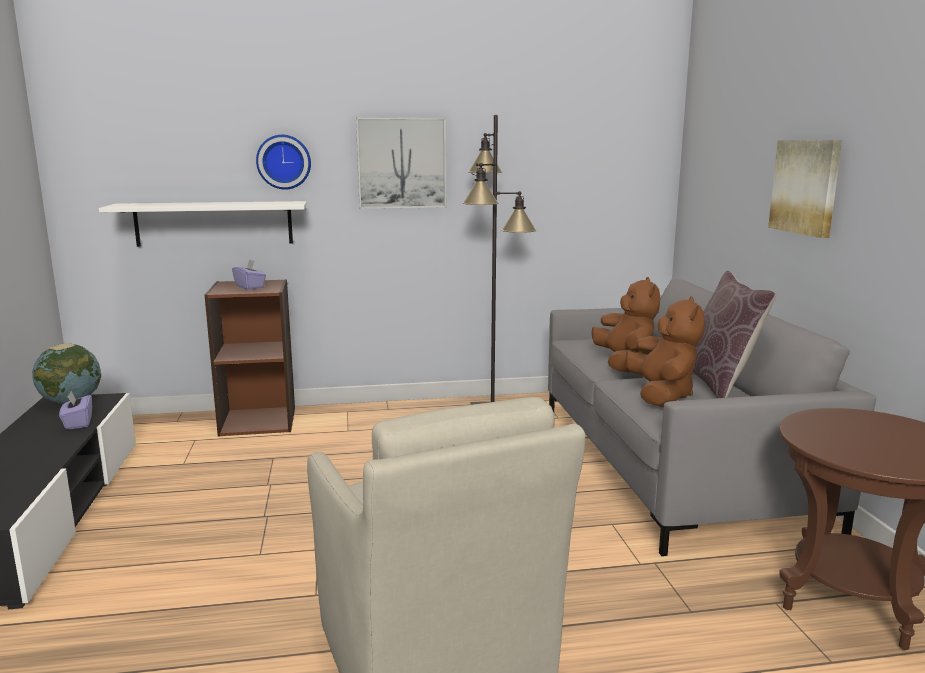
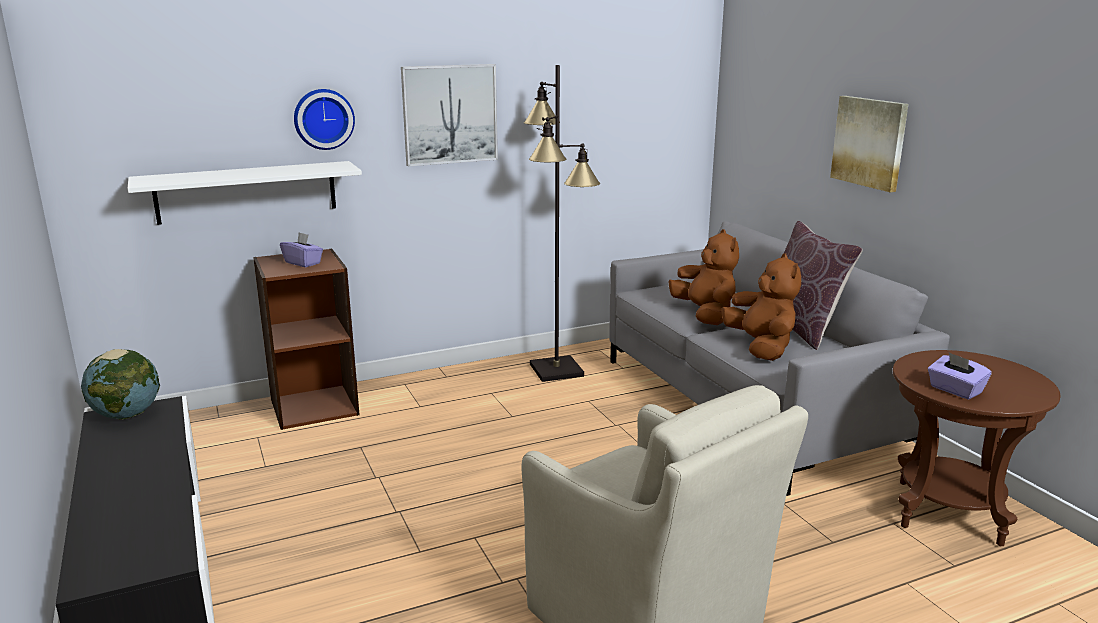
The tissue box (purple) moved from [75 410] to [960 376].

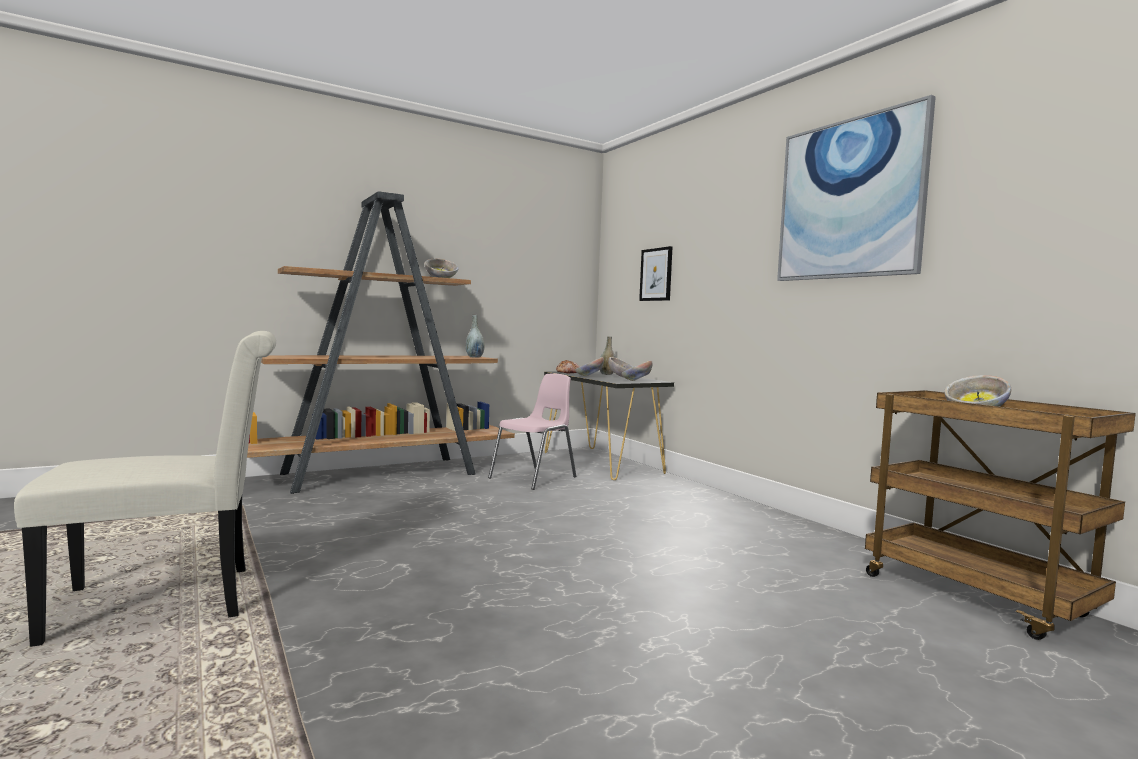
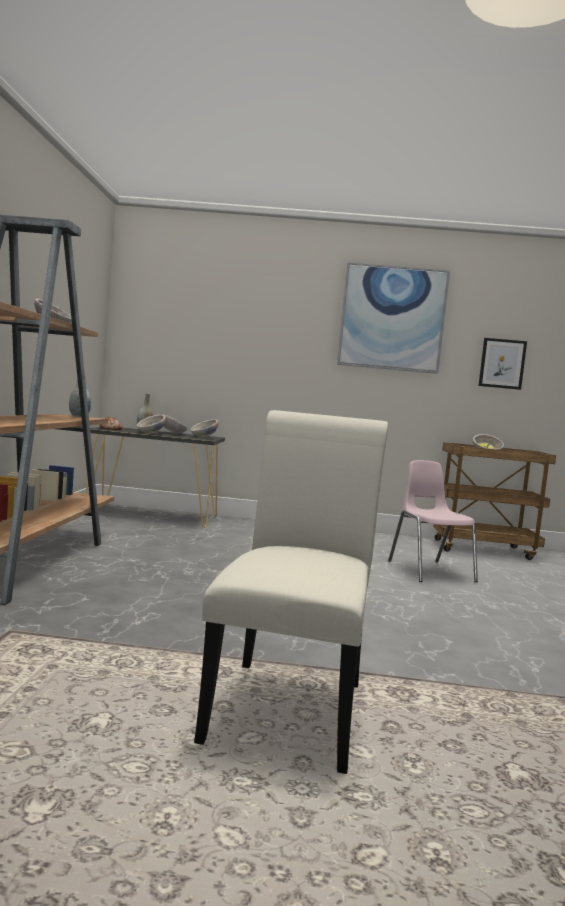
The chair (pink) moved from [532 431] to [433 521].
The picture moved from [656 273] to [502 364].

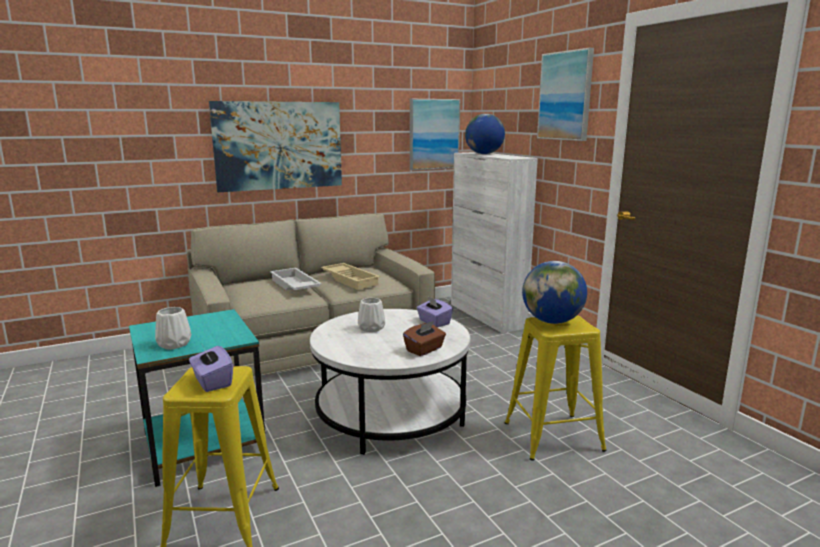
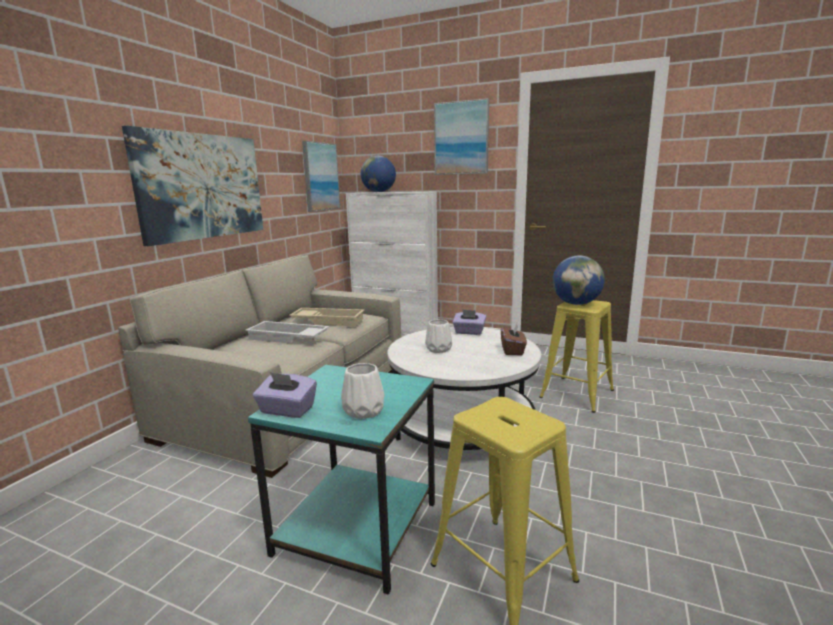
The tissue box (purple) moved from [211 368] to [285 395].

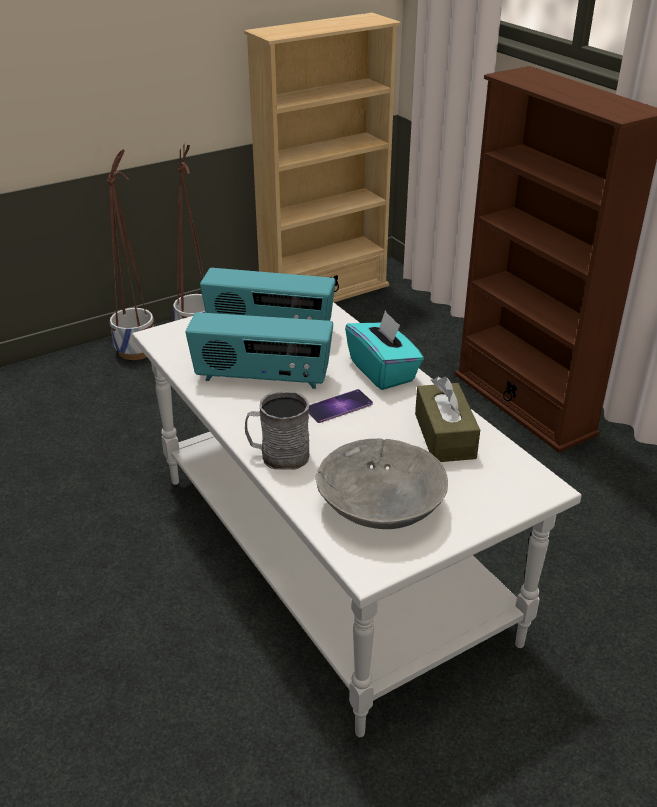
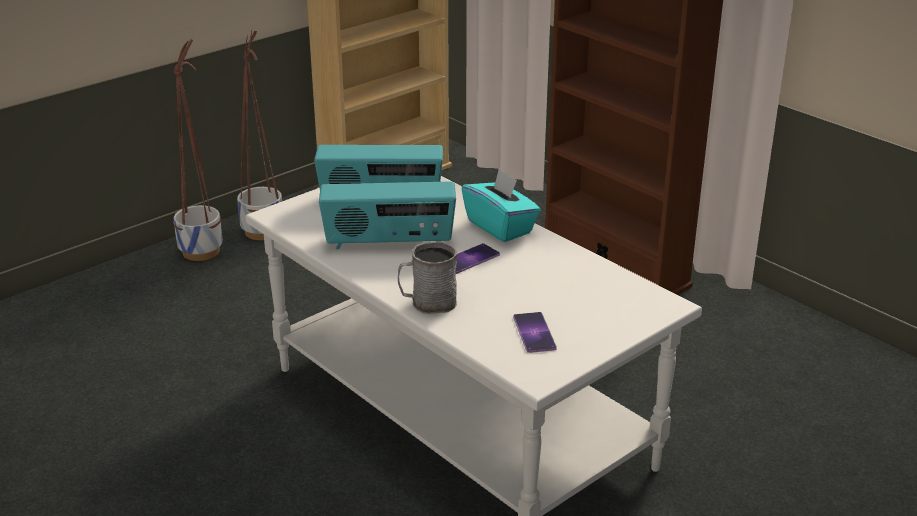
The bowl (grey) at [382 483] was replaced by the phone at [535 332].
The tissue box (brown) at [447 419] disappeared.

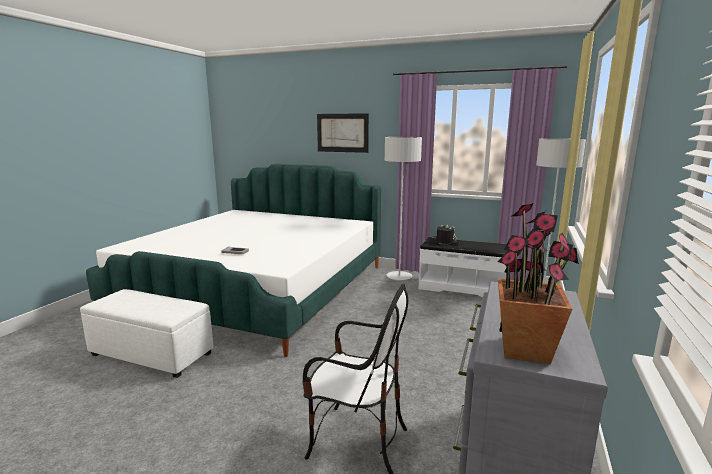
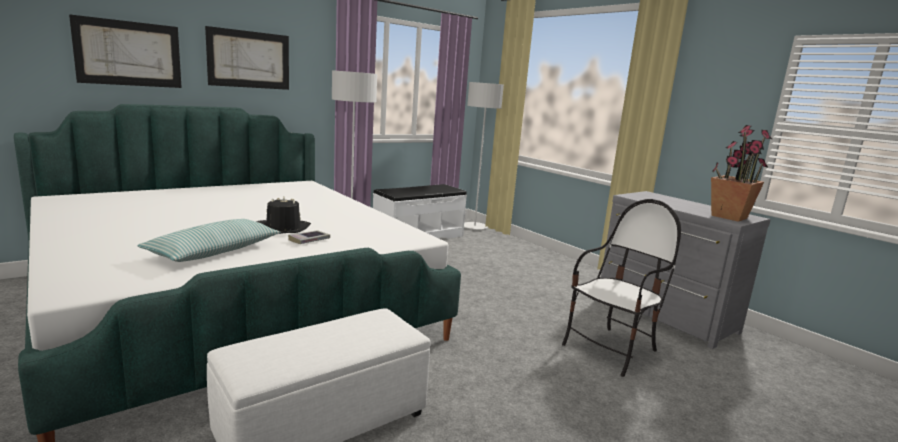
The picture at [125 51] appeared.
The pillow at [209 240] appeared.
The hat (black) moved from [445 235] to [284 215].

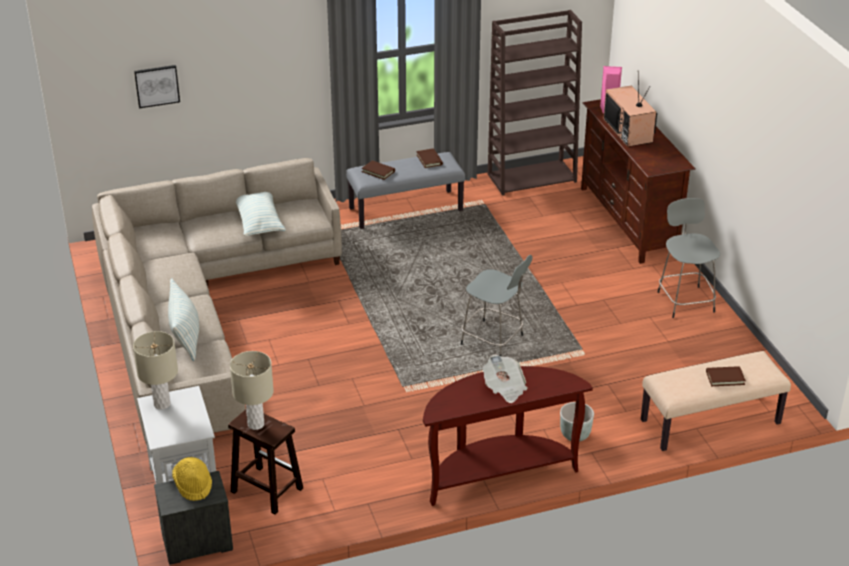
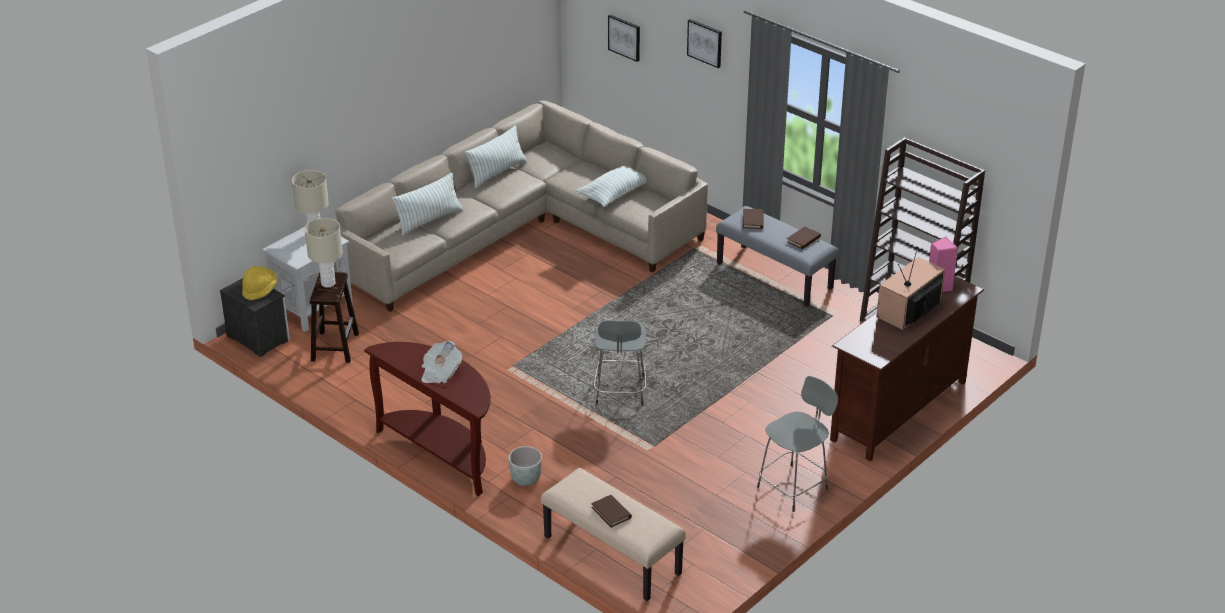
The pillow at [496 157] appeared.
The picture at [704 43] appeared.

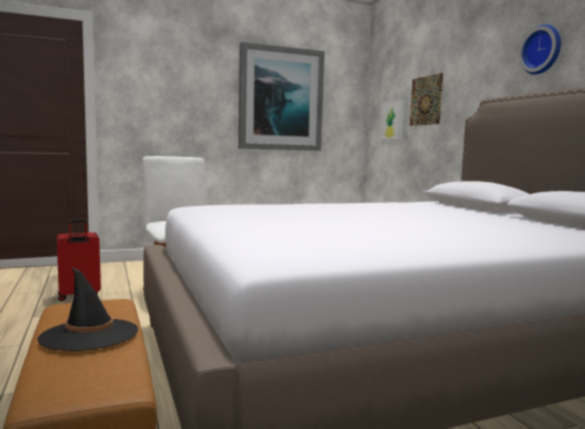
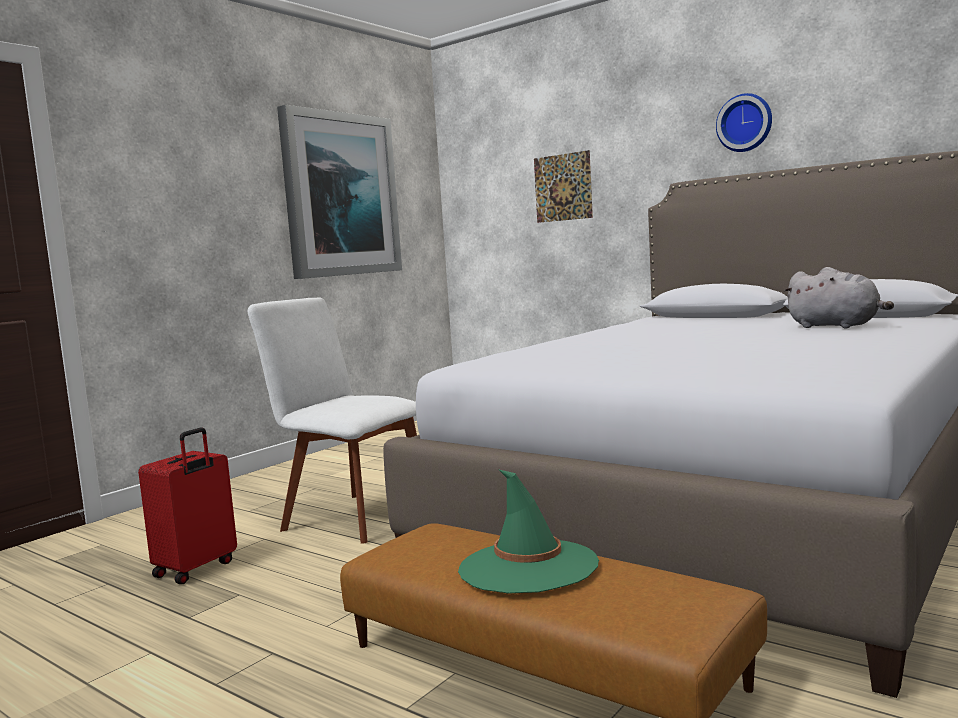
The hat (black) at [88 309] became the hat (green) at [528 531].
The plush toy (grey) at [839 297] appeared.
The picture at [392 119] disappeared.

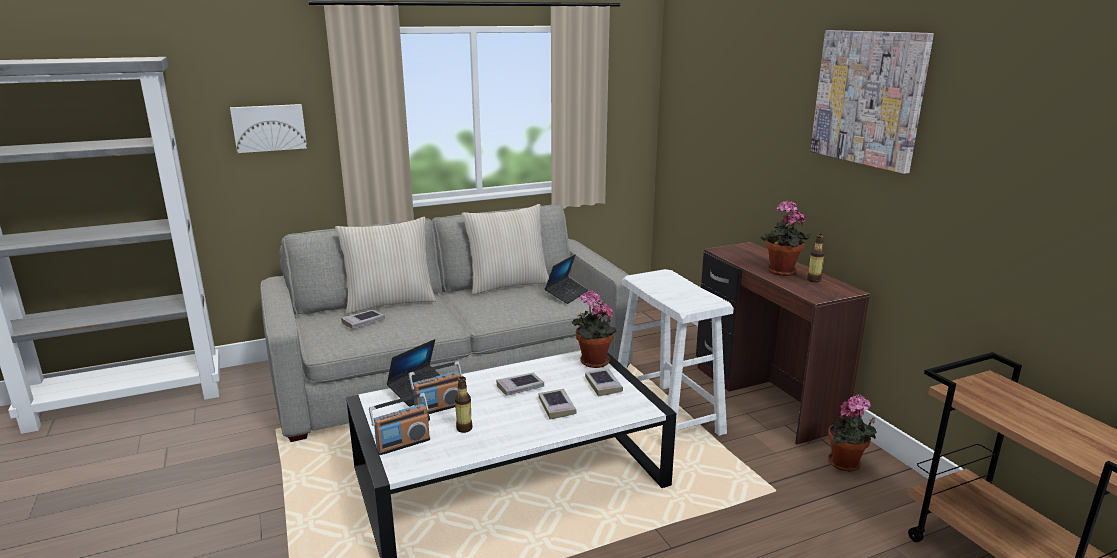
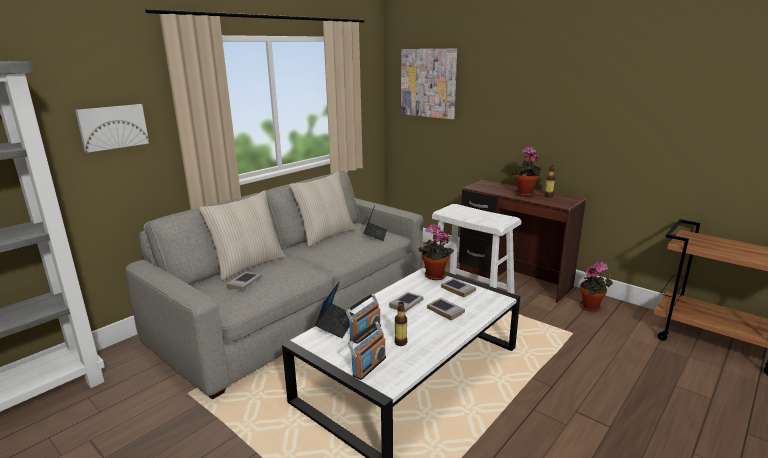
The picture moved from [872 102] to [429 84].

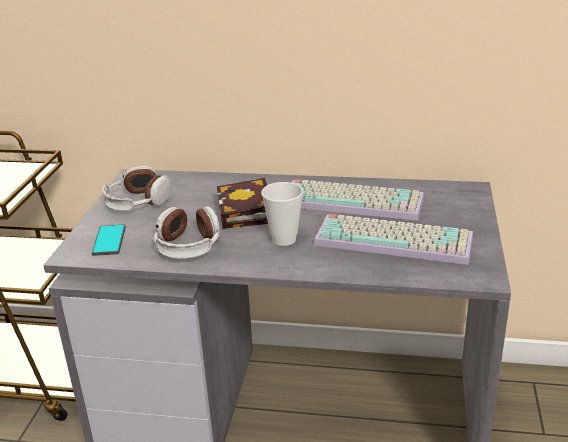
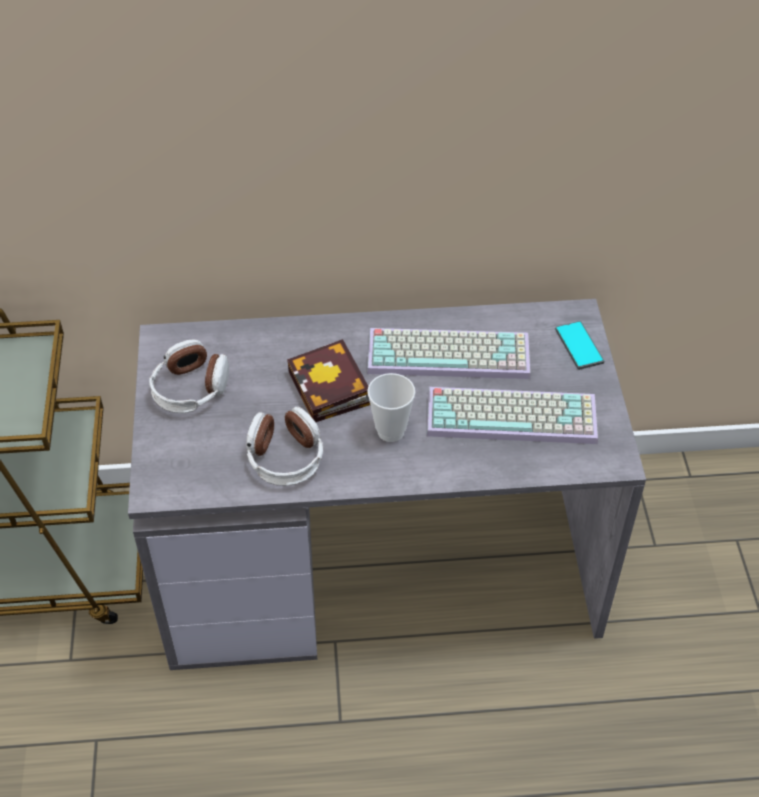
The phone moved from [109 240] to [579 345].

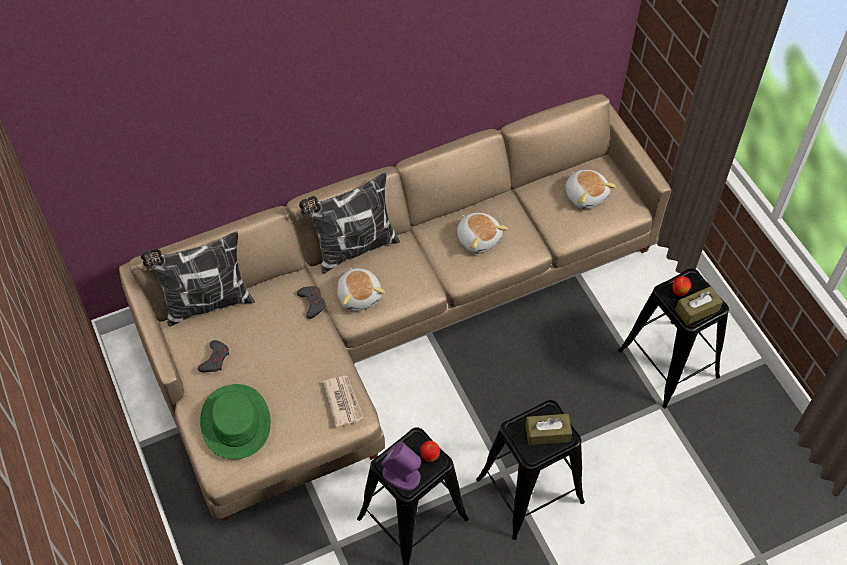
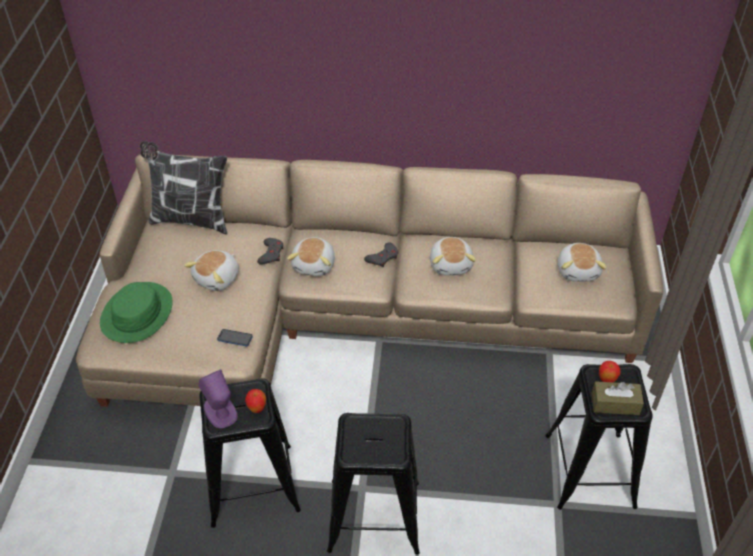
The plush toy at [211 270] appeared.
The newspaper at [343 401] was replaced by the phone at [235 337].
The game controller (grey) moved from [213 356] to [381 254].
The pillow at [349 223] disappeared.
The tissue box (brown) at [548 429] disappeared.

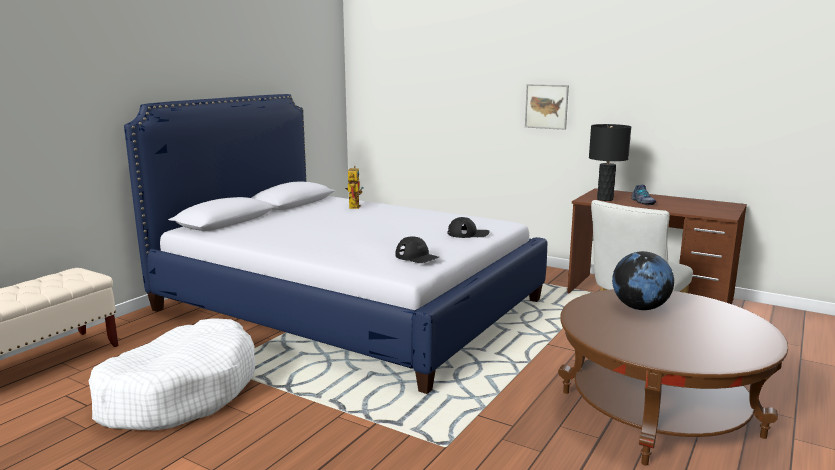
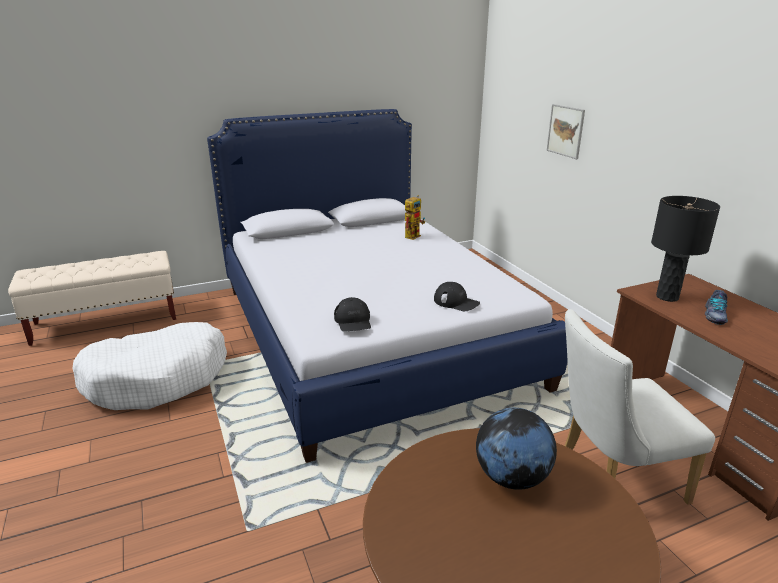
The picture moved from [547 107] to [566 131].

